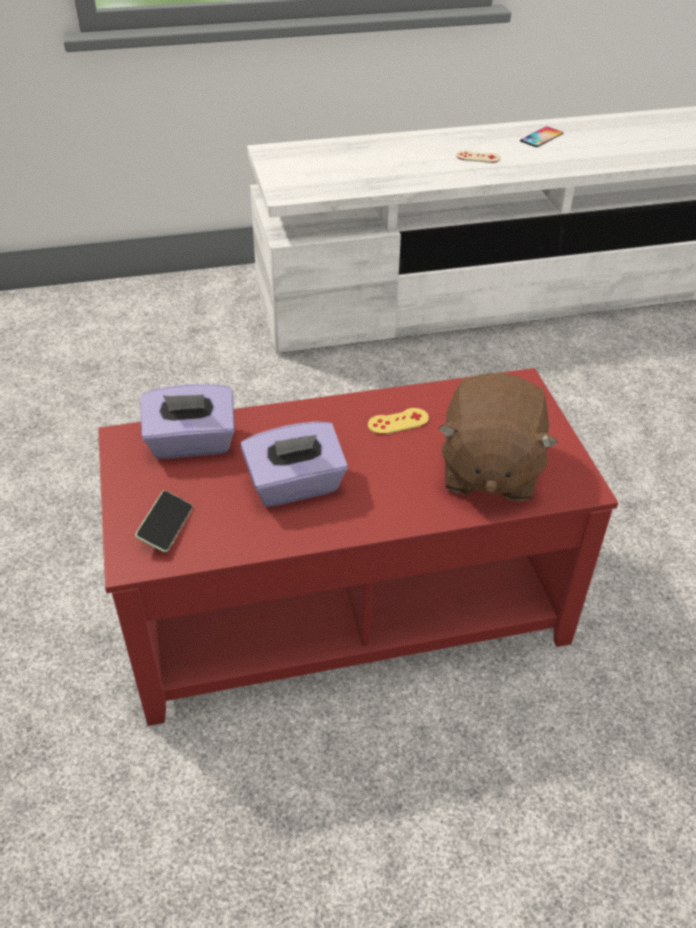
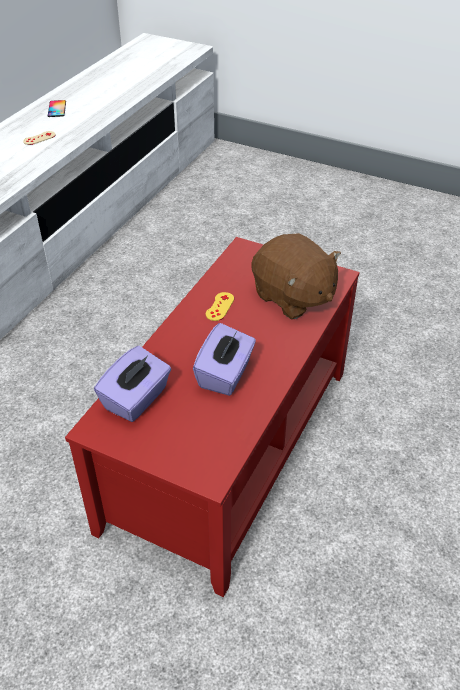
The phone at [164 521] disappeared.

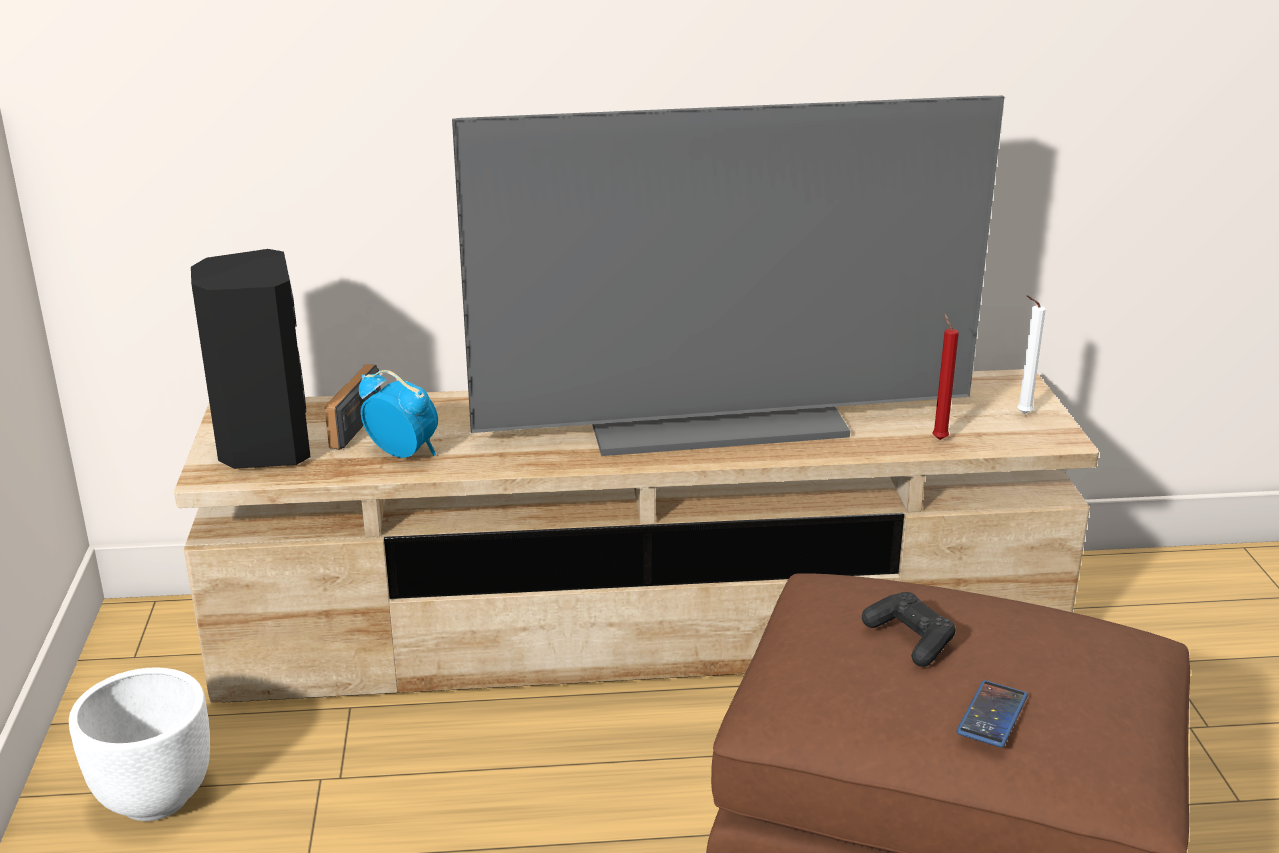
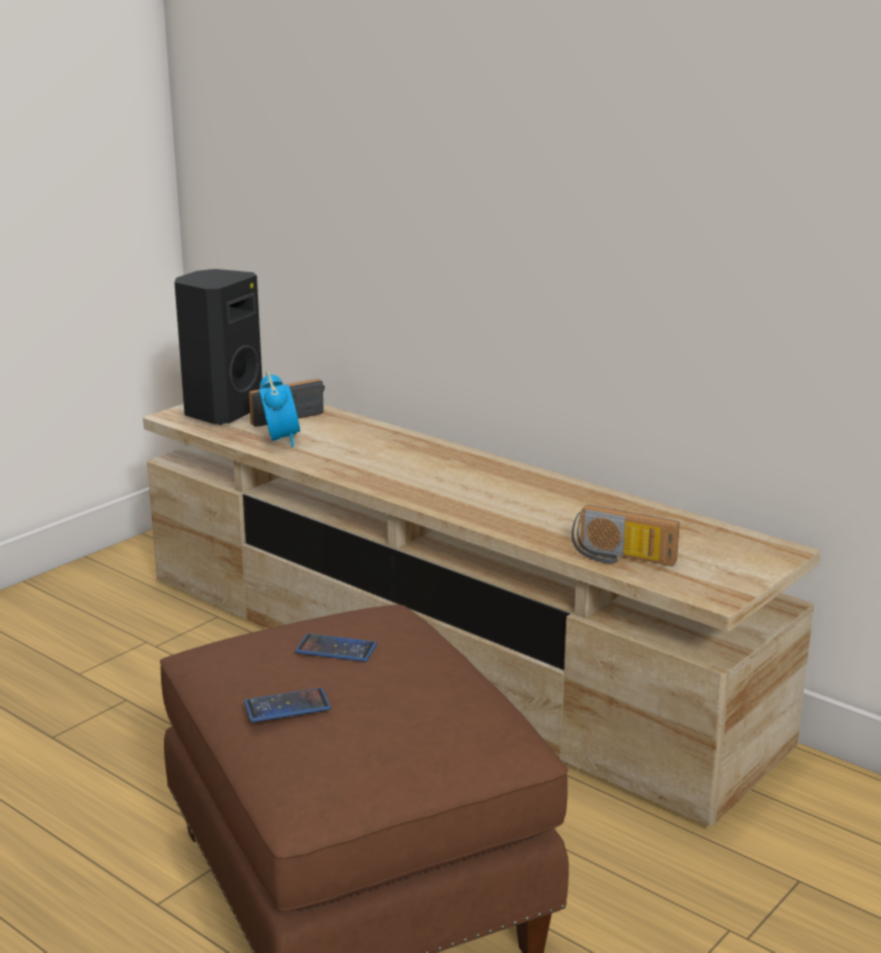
The game controller (black) at [909 629] was replaced by the phone at [336 647].
The candle (red) at [945 376] was replaced by the radio at [626 535].
The planter (white) at [139 744] disappeared.
The television at [728 275] disappeared.
The candle (white) at [1031 354] disappeared.

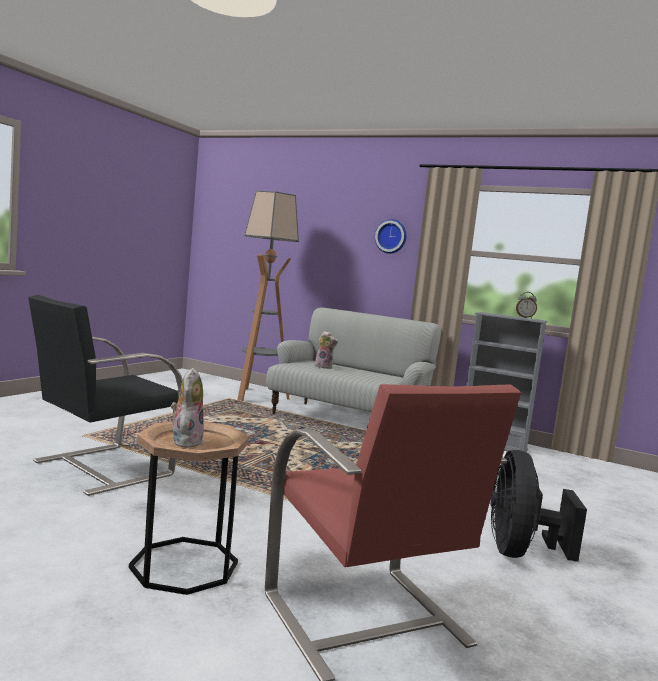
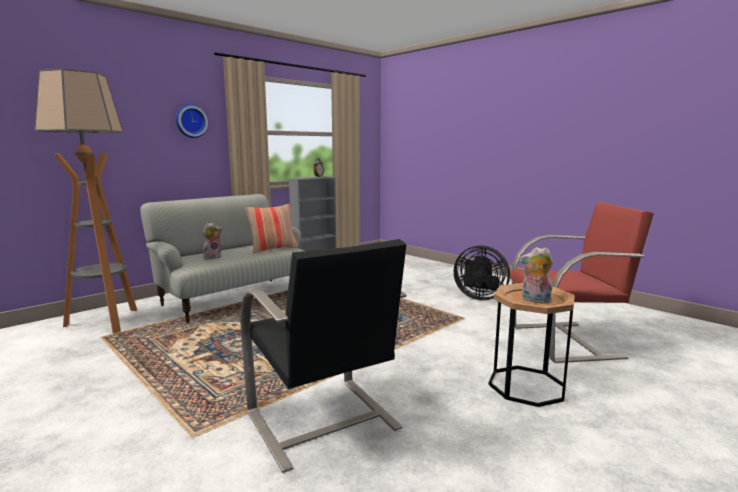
The pillow at [271 228] appeared.

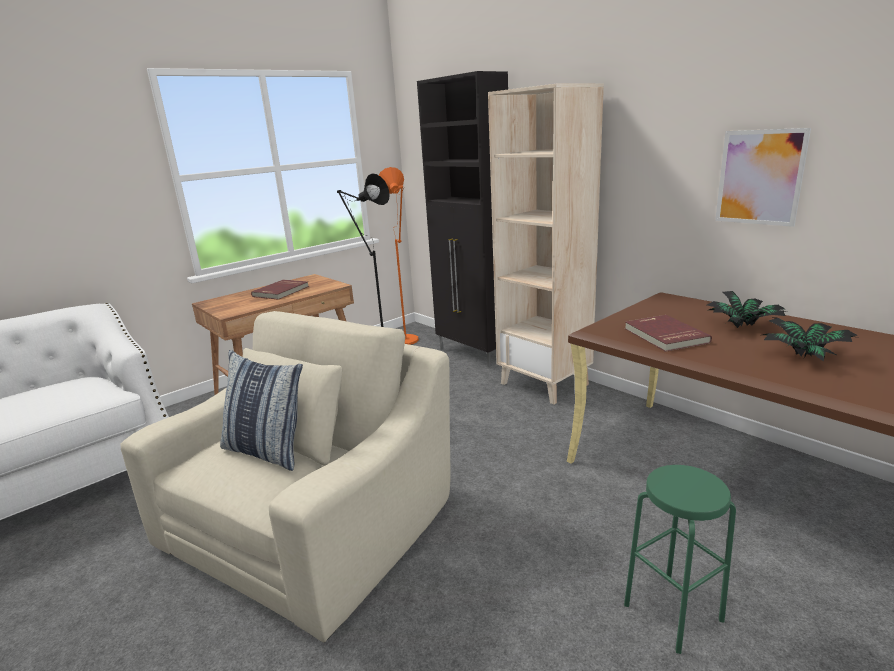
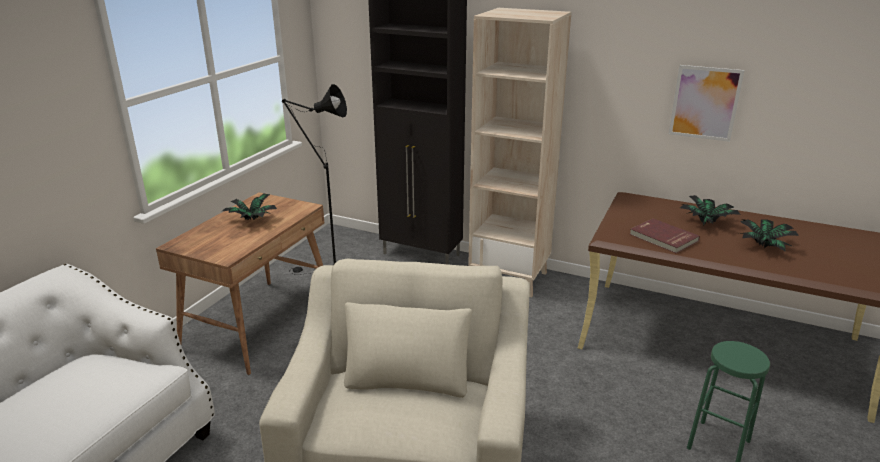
The book (red) at [280 290] was replaced by the potted plant at [249 206].
The pillow at [261 410] disappeared.
The floor lamp (orange) at [399 256] disappeared.

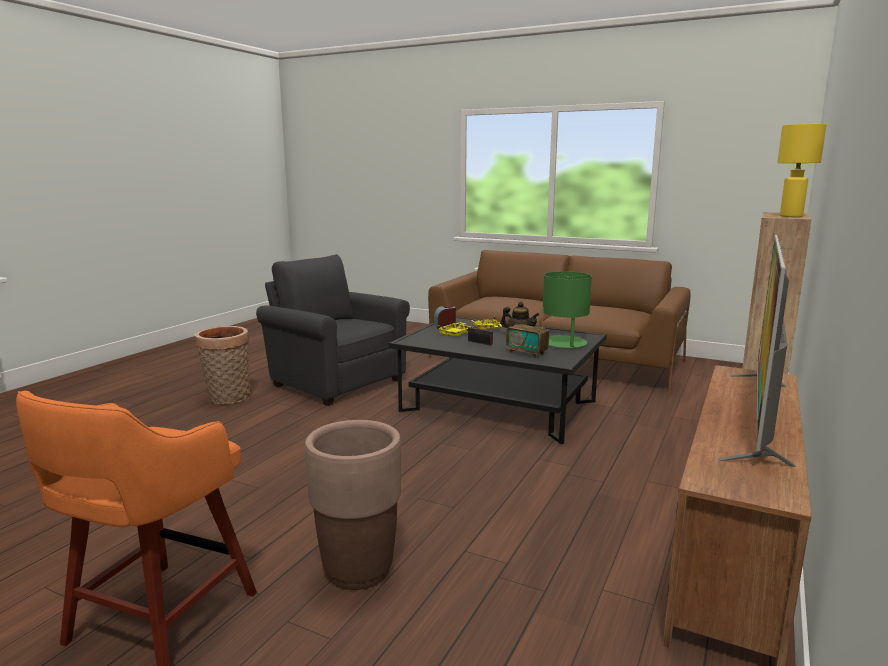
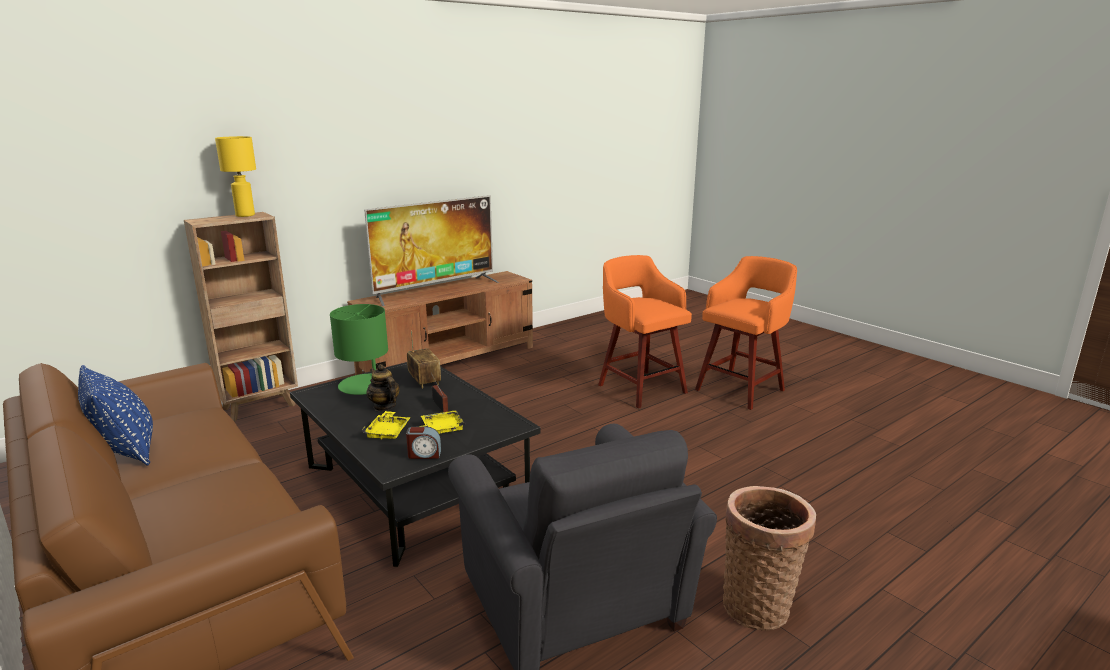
The pillow (blue) at [115 415] appeared.
The planter (brown) at [353 505] was replaced by the stool (orange) at [645 331].

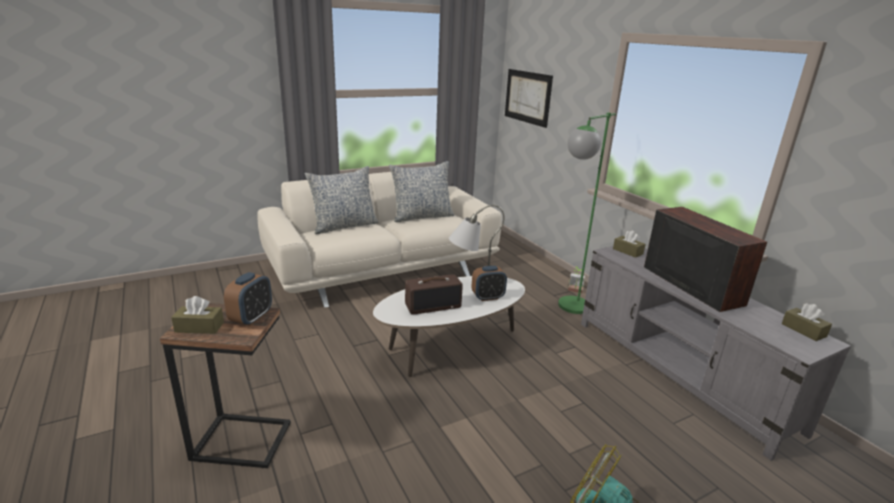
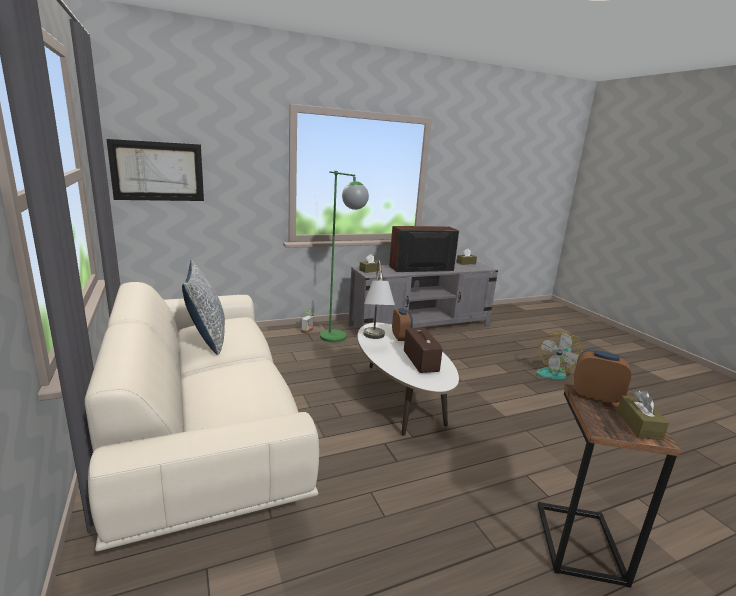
The pillow at [342 200] disappeared.

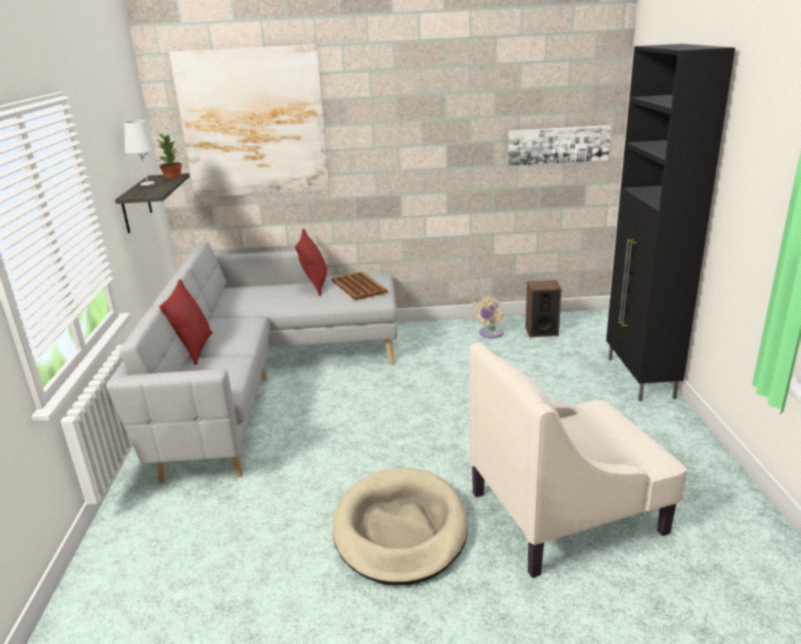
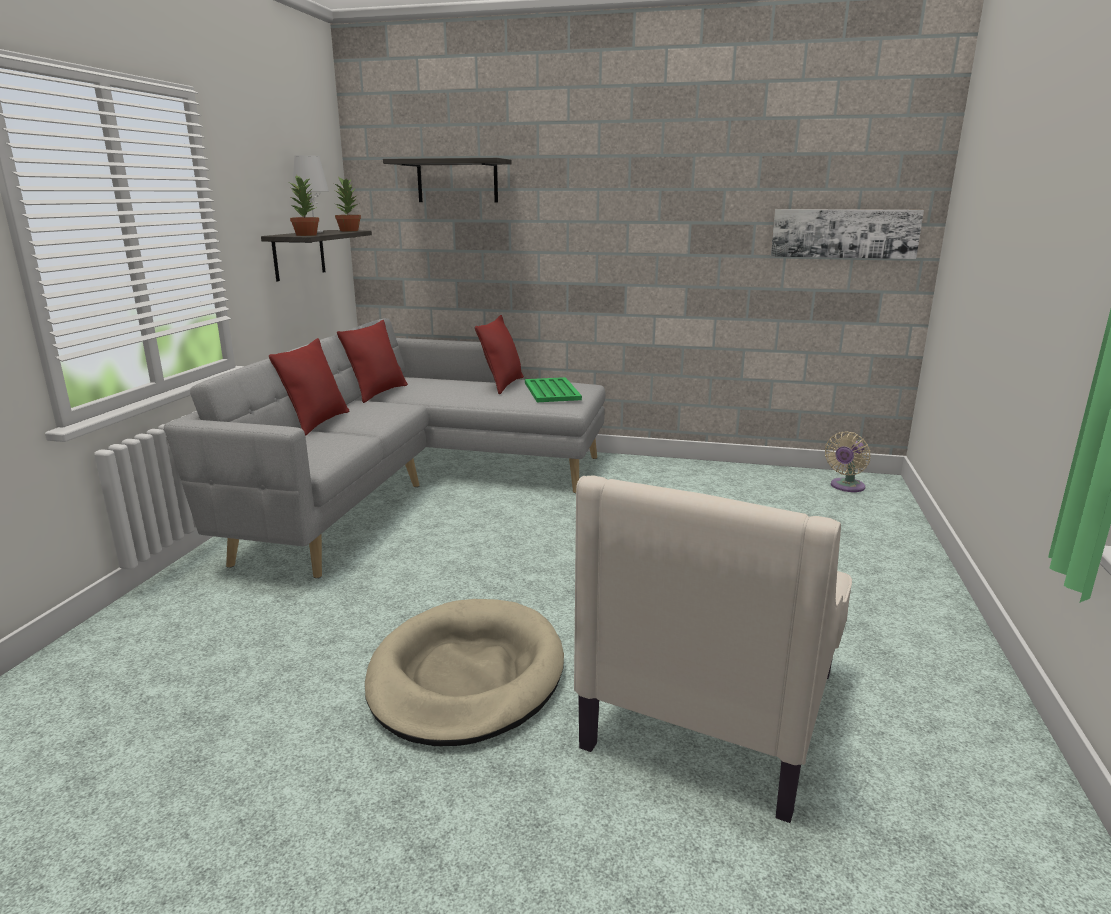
The potted plant at [304 205] appeared.
The pillow (red) at [372 361] appeared.
The picture at [249 121] was replaced by the shelf at [447 180].
The tray (brown) at [360 286] became the tray (green) at [553 389].
The armchair (beige) at [578 460] turned 60 degrees counterclockwise.
The fan (beige) moved from [488 317] to [847 462].
The speaker at [543 308] disappeared.
The cabinet (black) at [670 222] disappeared.

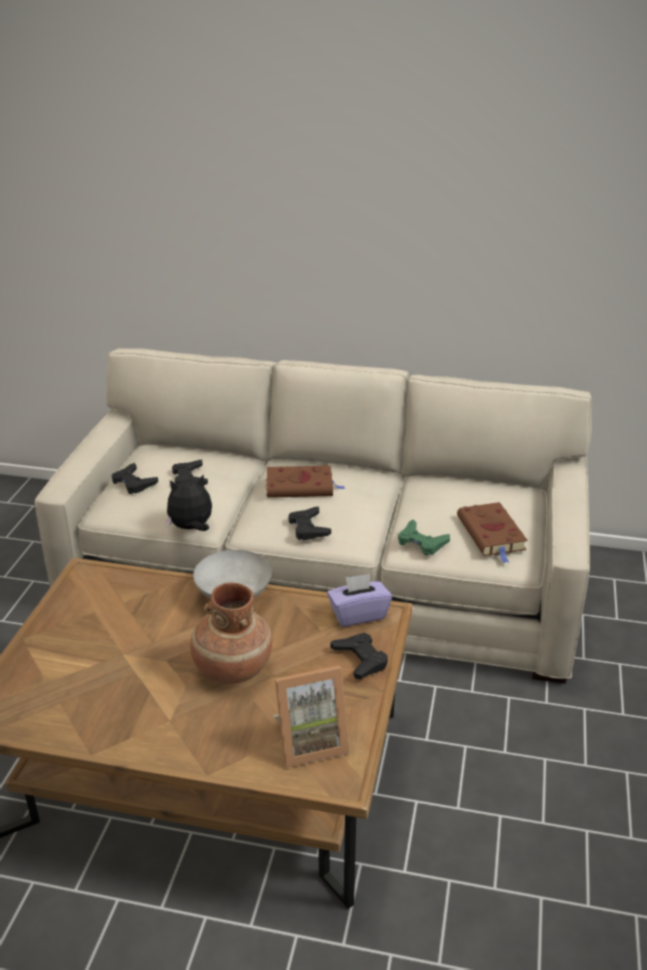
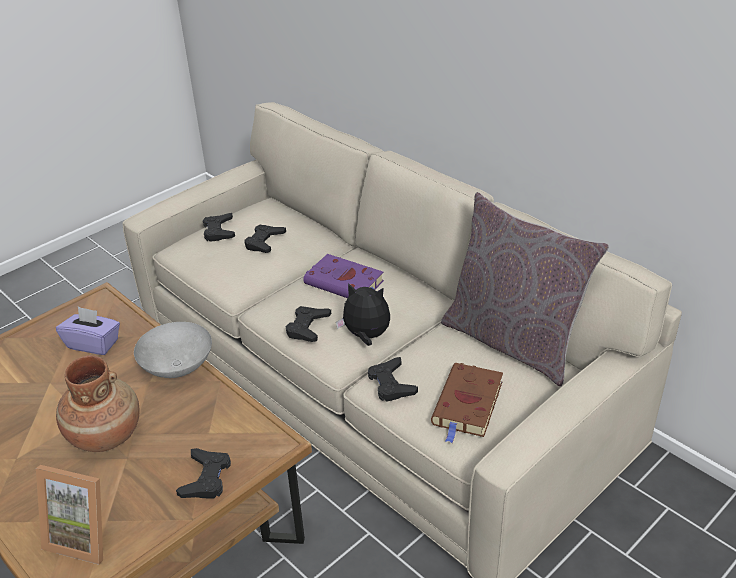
The tissue box (purple) moved from [359 600] to [88 331].
The book (brown) at [305 481] became the book (purple) at [343 276].
The plush toy moved from [189 502] to [363 314].
The game controller (green) at [424 537] became the game controller (black) at [393 379].
The pillow (grey) at [525 289] appeared.

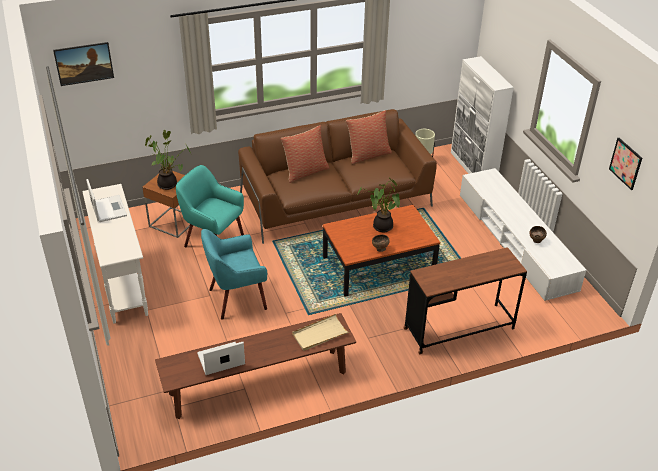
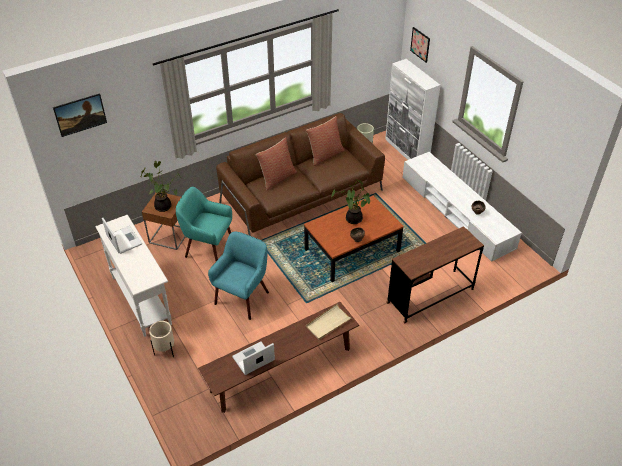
The planter (beige) at [161 339] appeared.
The armchair (turquoise) at [234 274] turned 150 degrees clockwise.
The picture moved from [625 164] to [420 45].

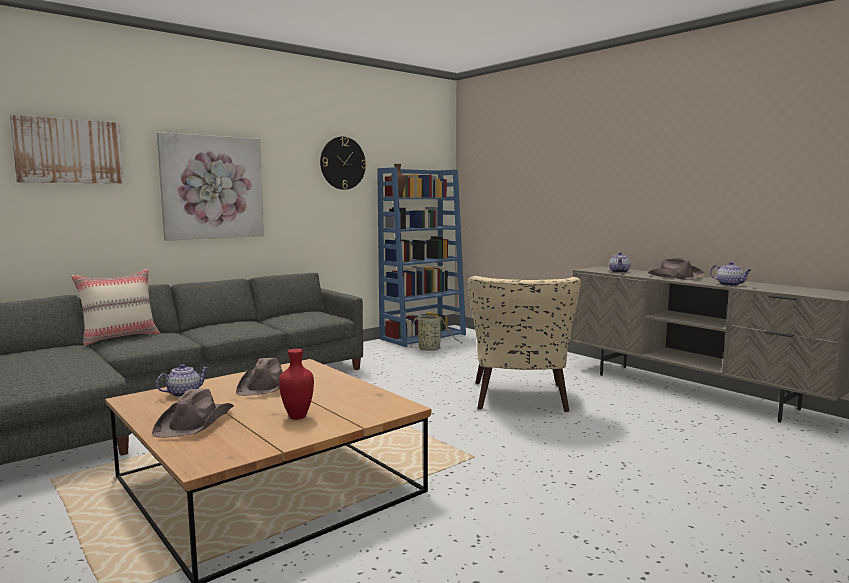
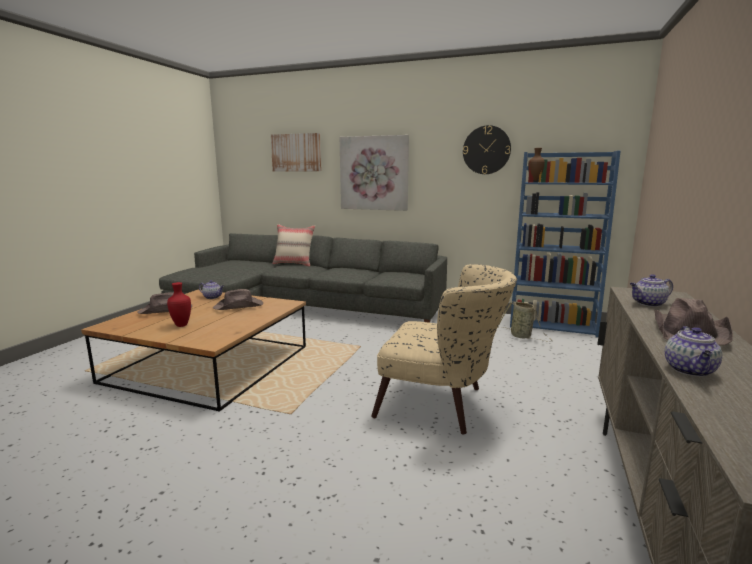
The armchair (beige) at [524 344] turned 135 degrees counterclockwise.

